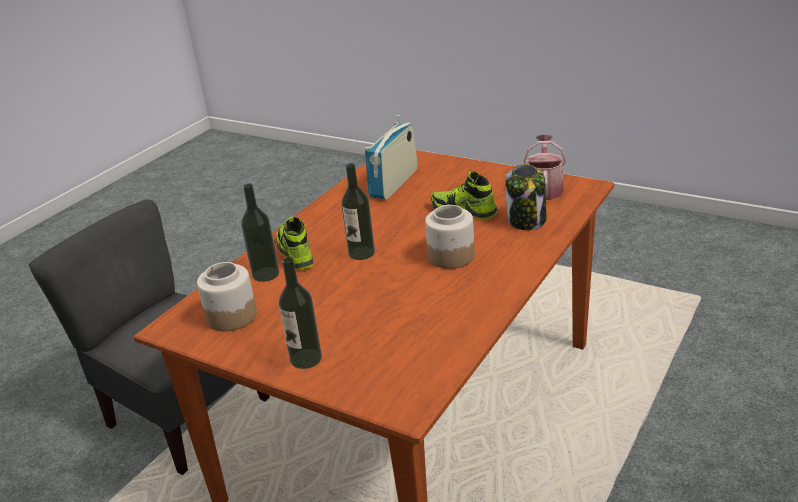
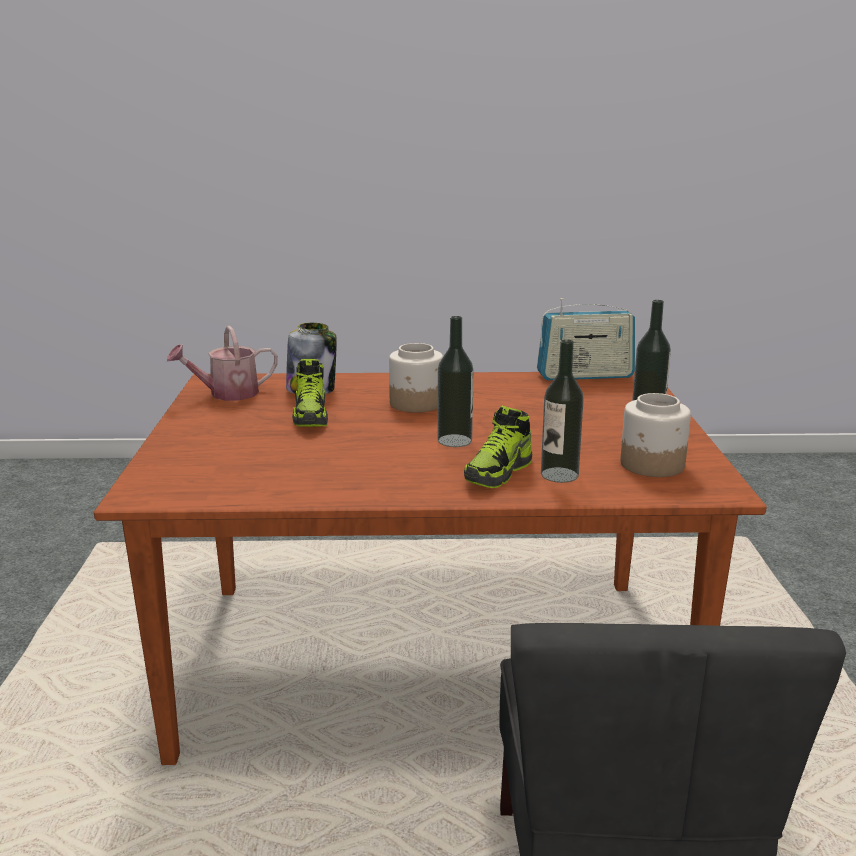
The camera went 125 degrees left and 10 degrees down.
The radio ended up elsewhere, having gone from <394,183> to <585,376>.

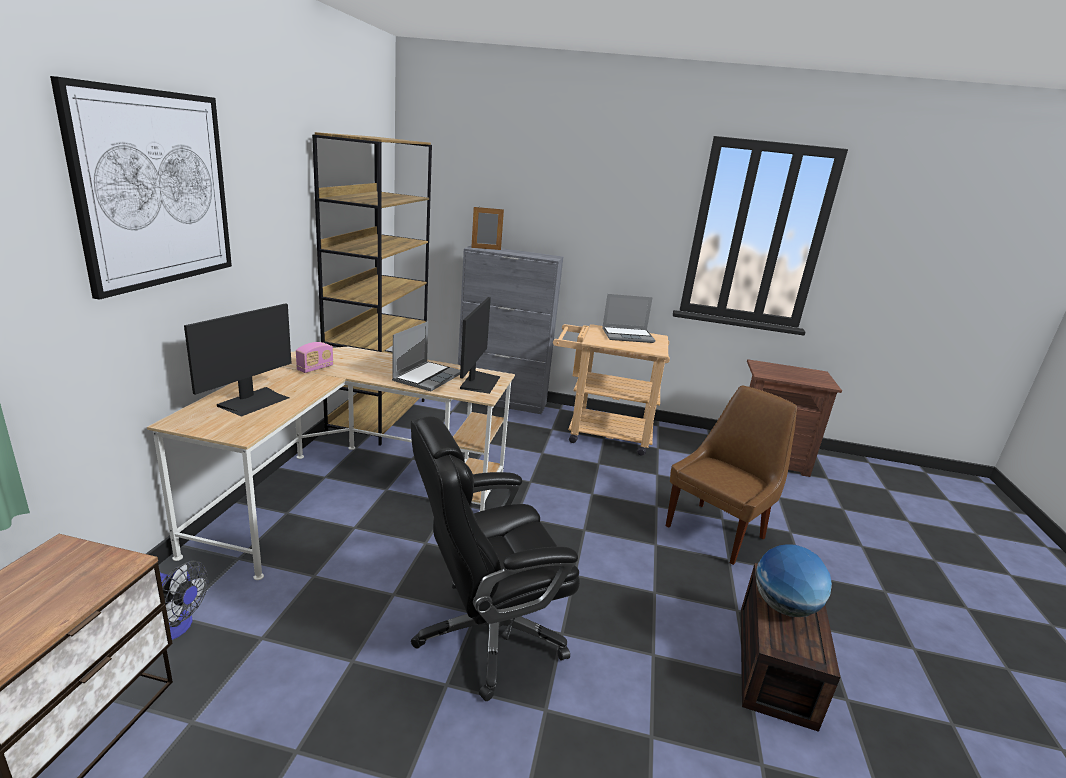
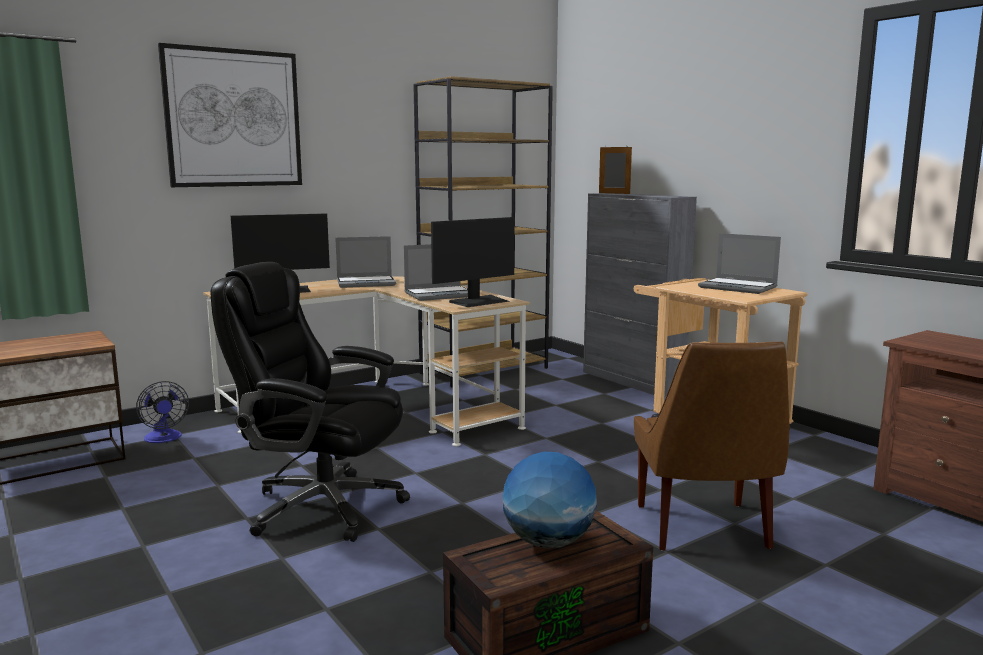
The camera went 45 degrees right and 10 degrees down.
Where the radio stood at <315,368>, the ordinateur portable came to stand at <367,283>.
The chaise (marron) at <717,531> ended up facing another way, 90 degrees clockwise from before.

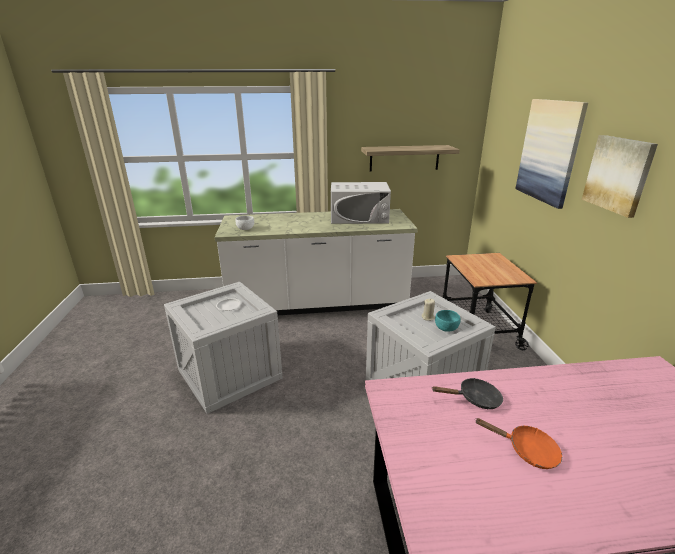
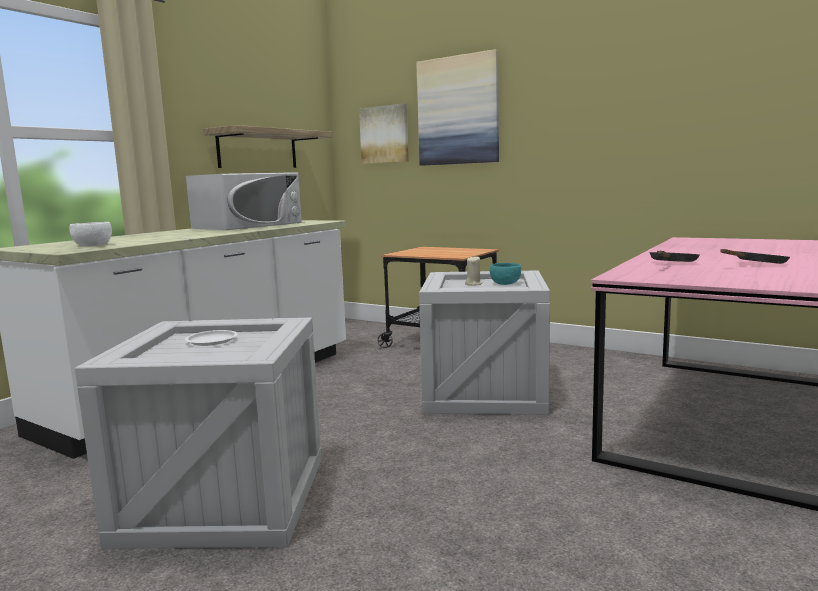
The camera went 50 degrees left and 15 degrees down.
The tableau ended up elsewhere, having gone from <618,174> to <385,134>.
What was the poêle (orange) at <527,450> turned into the poêle (noir) at <757,264>.

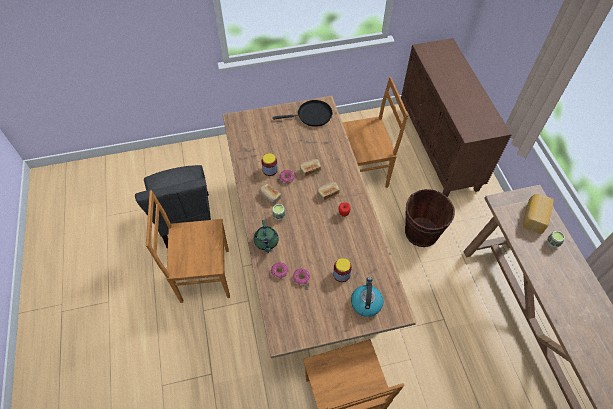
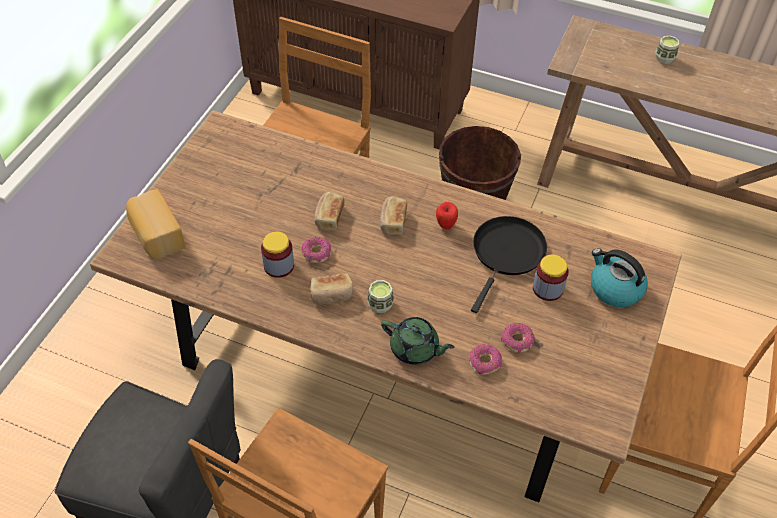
The camera went 55 degrees left and 5 degrees down.
The pain ended up elsewhere, having gone from <533,217> to <156,235>.
The poêle (noir) ended up elsewhere, having gone from <312,115> to <507,254>.

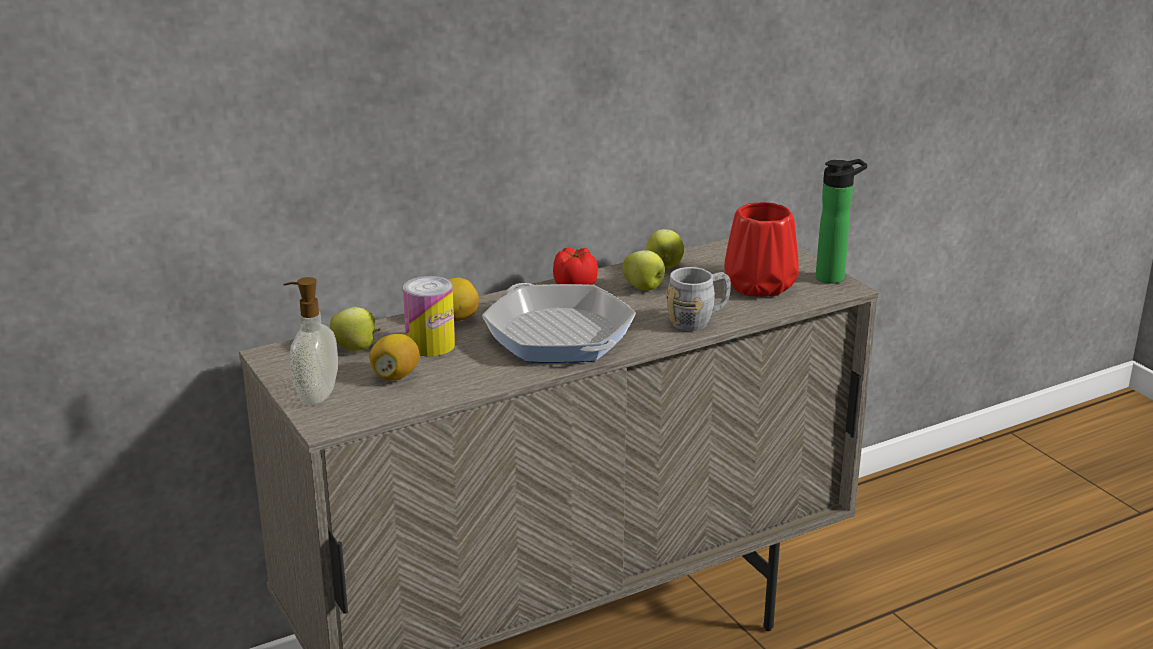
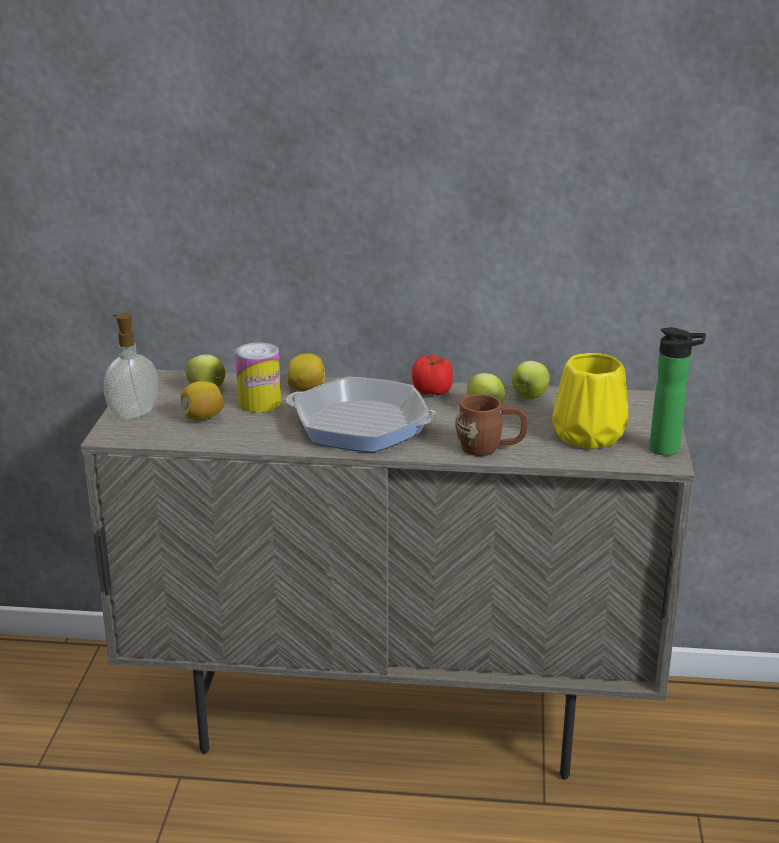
The camera went 35 degrees right and 0 degrees up.
The poêle at <559,335> ended up facing another way, 105 degrees clockwise from before.
What was the mug (gris) at <698,320> turned into the mug (marron) at <489,448>.
What was the vase (rouge) at <760,286> turned into the vase (jaune) at <588,437>.

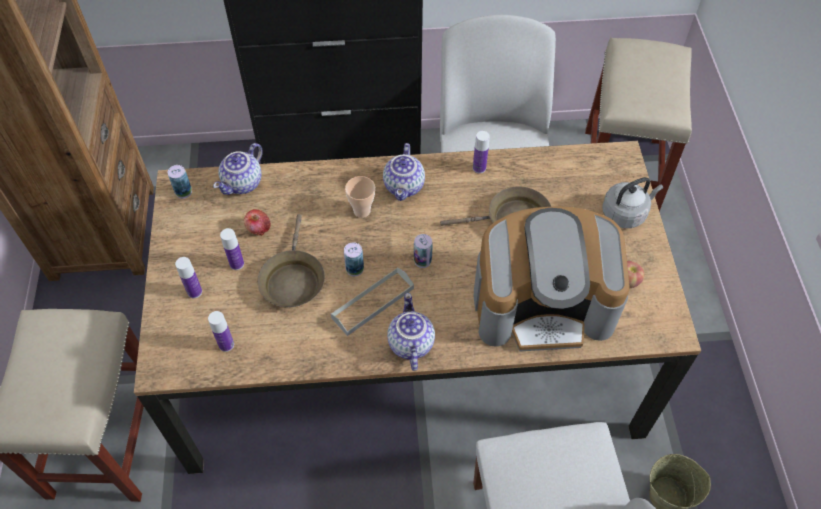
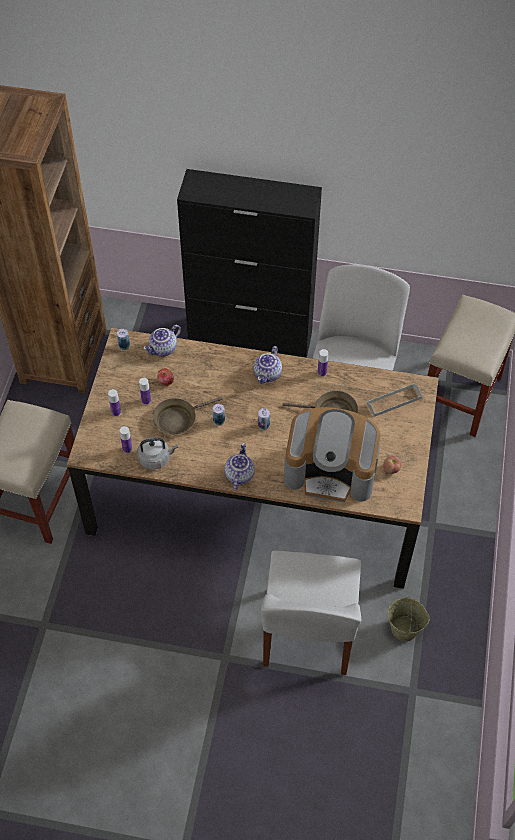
The camera went 15 degrees right and 0 degrees up.
The bouilloire (gris) ended up elsewhere, having gone from <625,213> to <156,458>.
The poêle (marron) at <292,279> ended up facing another way, 45 degrees clockwise from before.
The plateau (gris) ended up elsewhere, having gone from <373,303> to <394,401>.
The second view lost the tasse at <362,211>.

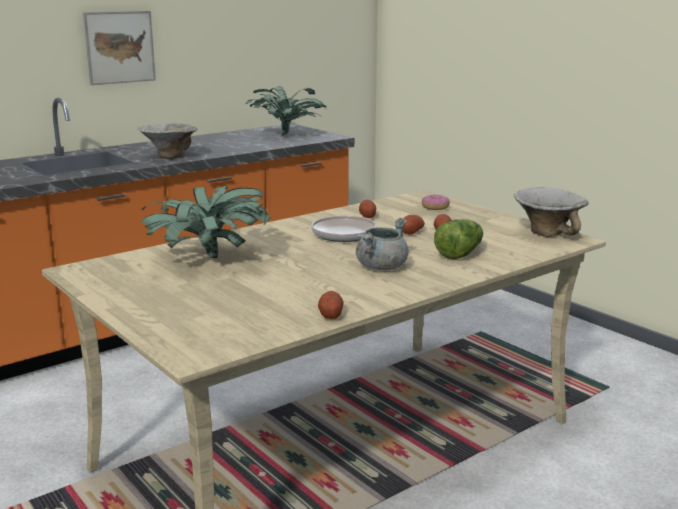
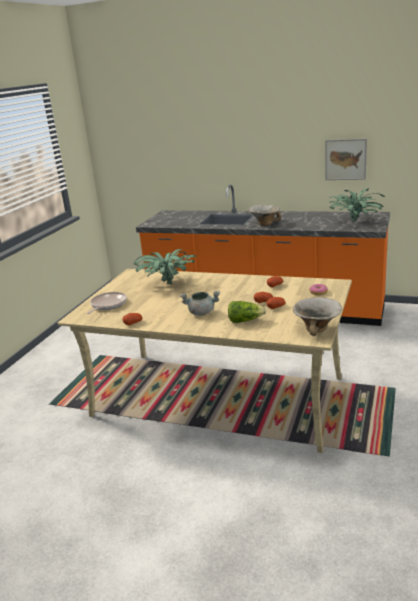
The camera went 60 degrees right and 5 degrees up.
The poêle ended up elsewhere, having gone from <346,235> to <107,305>.
The tableau ended up elsewhere, having gone from <120,47> to <345,159>.

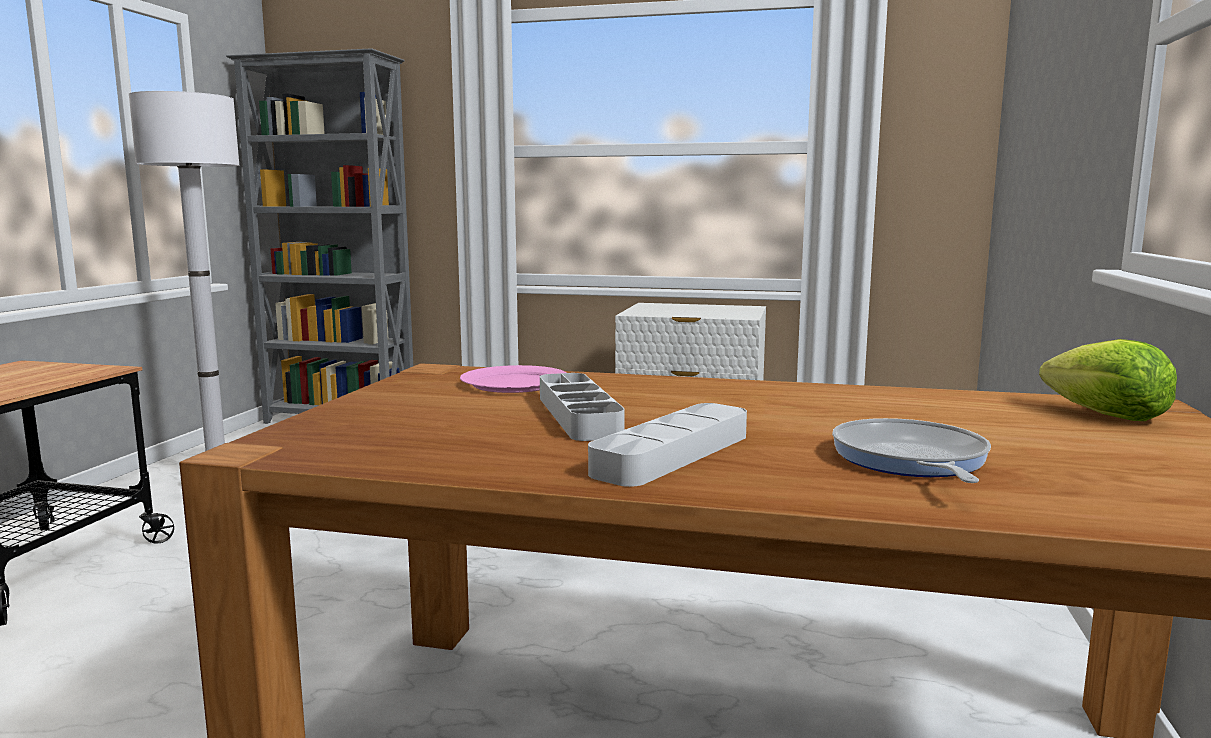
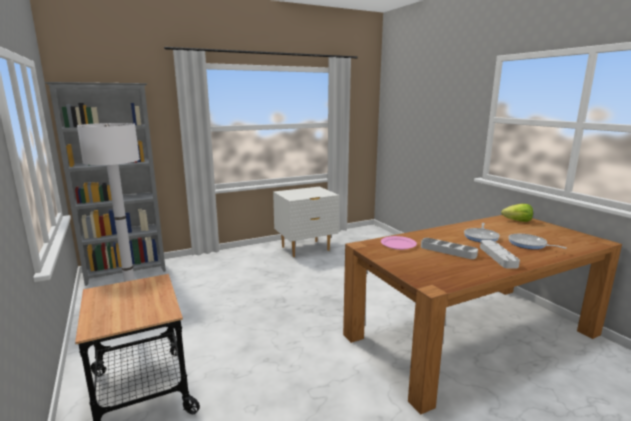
The camera went 40 degrees left and 5 degrees up.
The second view gained the poêle at <481,237>.

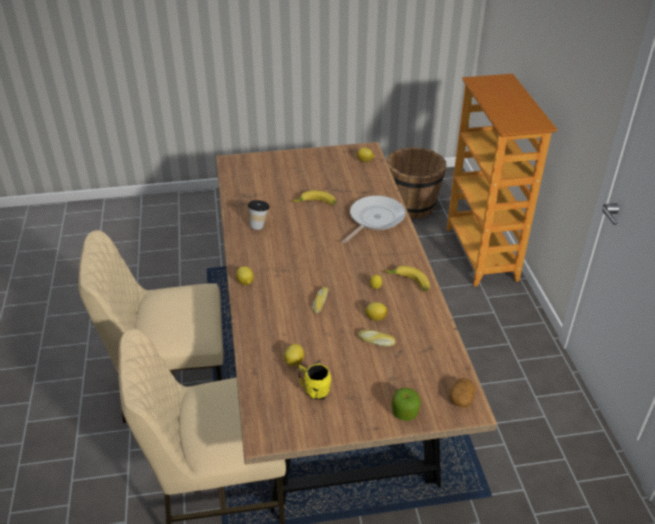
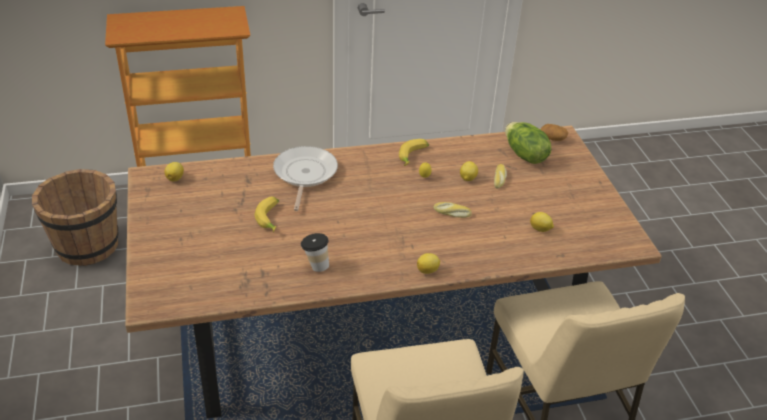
The camera went 95 degrees left and 0 degrees up.
The poêle at <374,219> ended up facing another way, 60 degrees clockwise from before.
The second view gained the laitue at <524,155>.
The second view lost the mug (jaune) at <314,390>.
The second view lost the pomme at <405,412>.

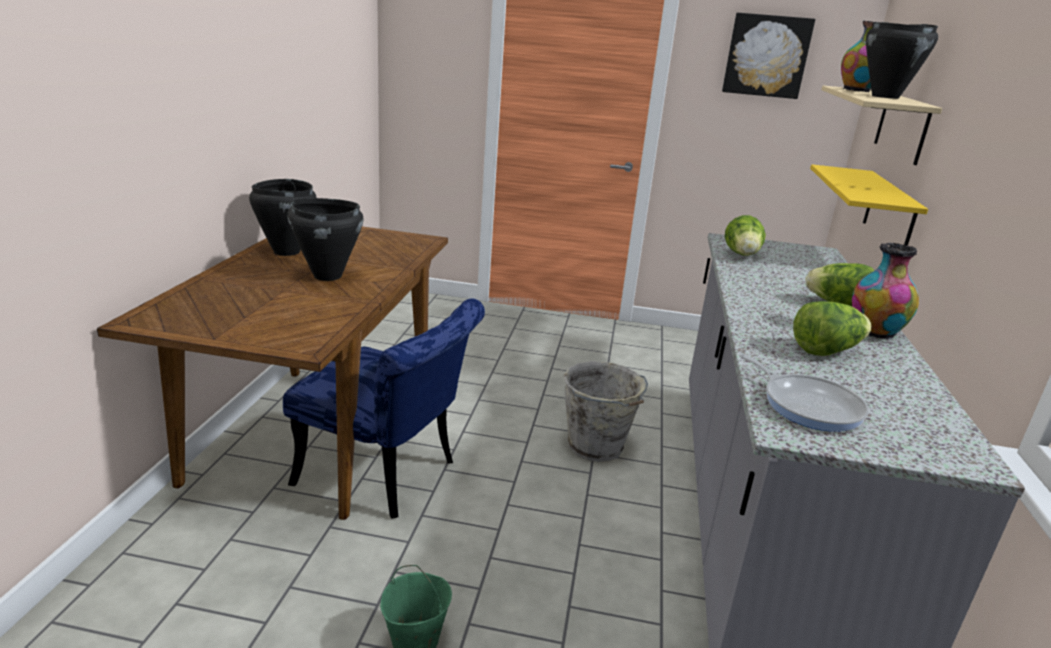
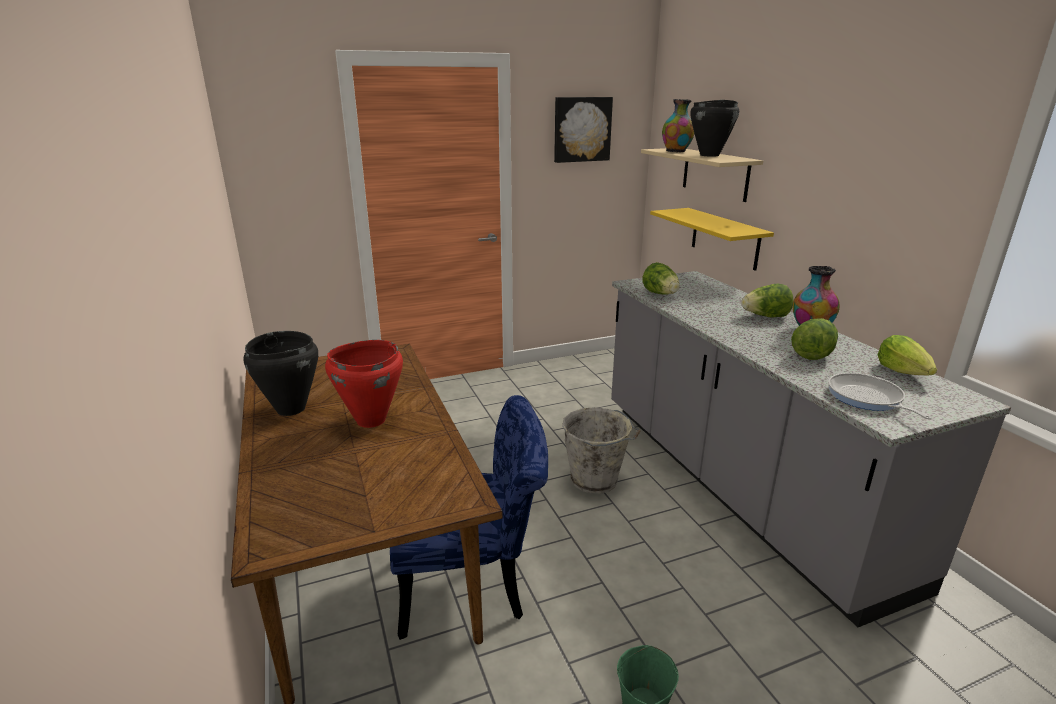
The camera went 30 degrees left and 0 degrees up.
What was the marmite (noir) at <327,276> turned into the marmite (rouge) at <370,420>.
The poêle at <807,405> ended up facing another way, 135 degrees counterclockwise from before.
The second view gained the laitue at <903,372>.

